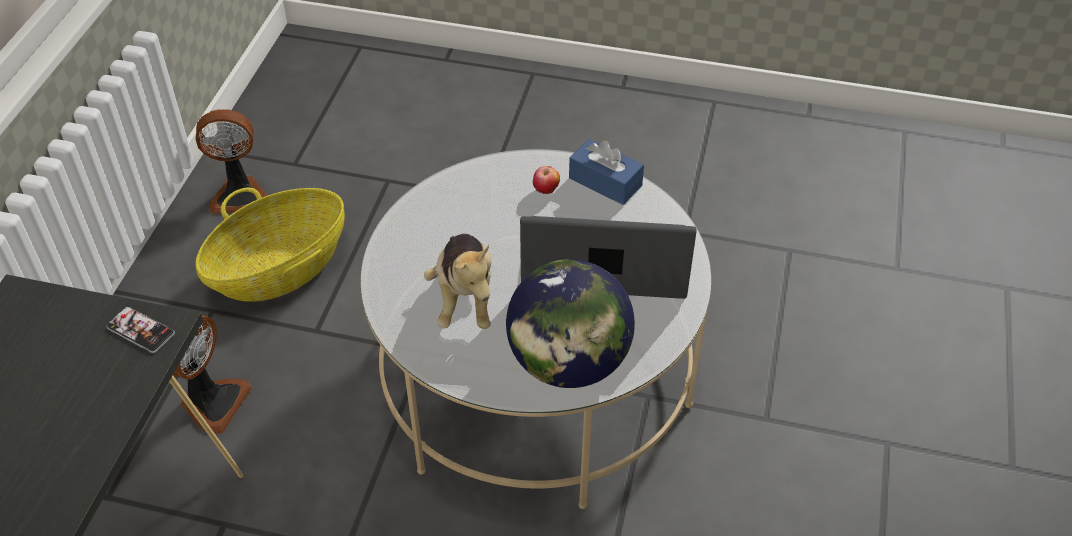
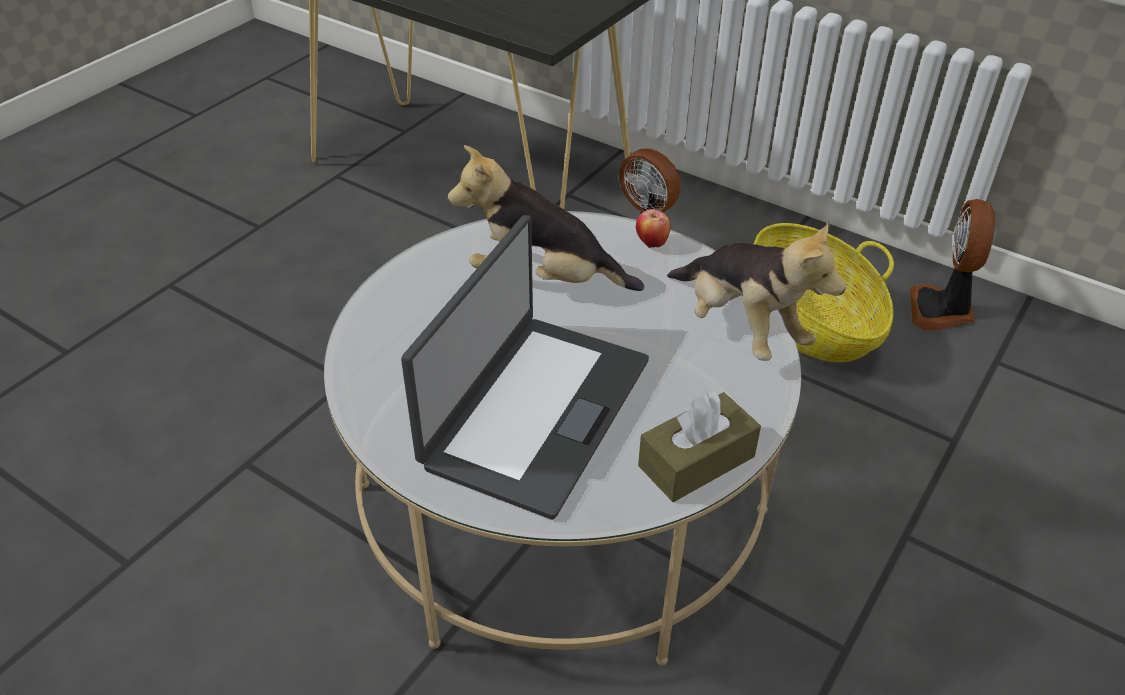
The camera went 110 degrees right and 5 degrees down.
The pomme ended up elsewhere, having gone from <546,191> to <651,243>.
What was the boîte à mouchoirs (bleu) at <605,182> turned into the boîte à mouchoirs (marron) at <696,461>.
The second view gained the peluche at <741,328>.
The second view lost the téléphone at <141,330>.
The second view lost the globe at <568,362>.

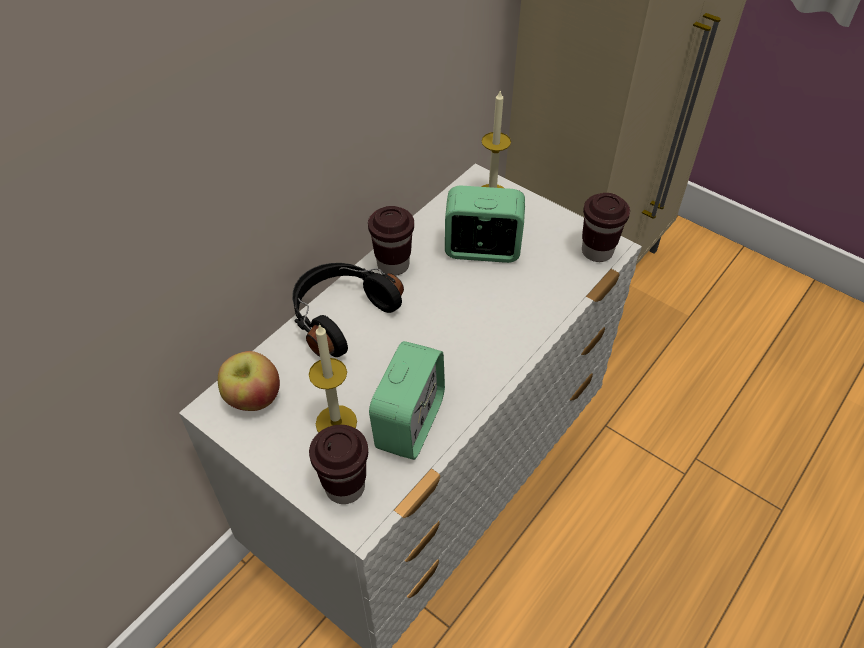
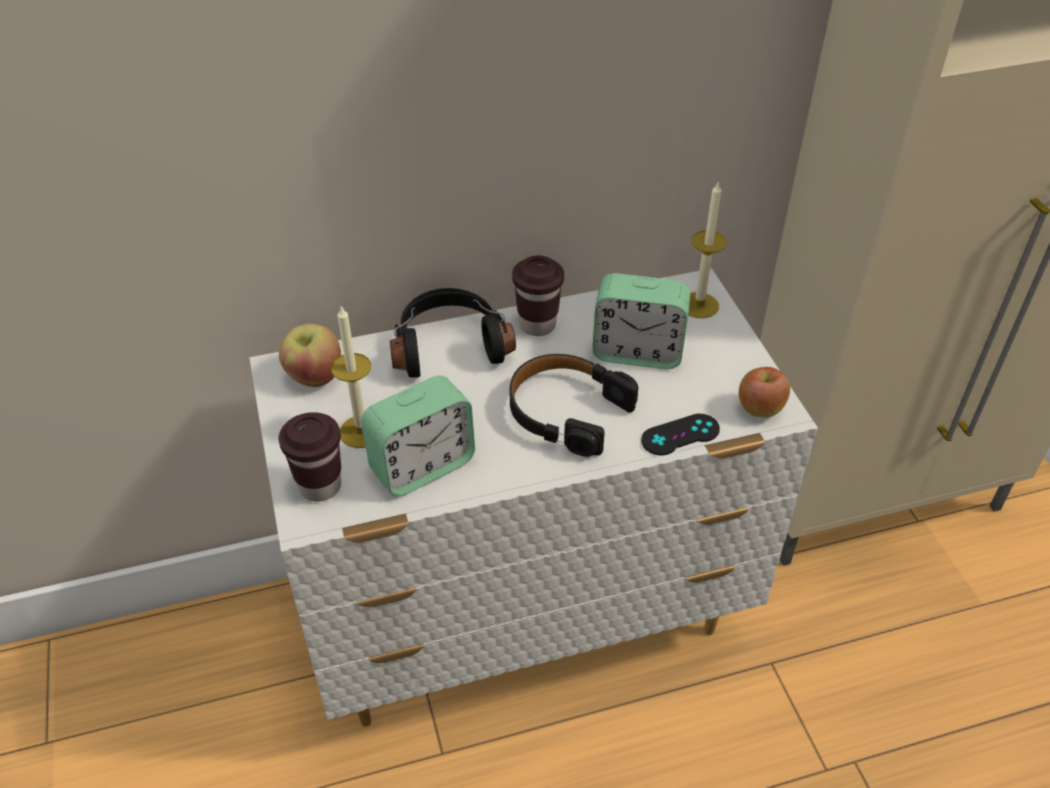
The camera went 35 degrees right and 5 degrees down.
The second view gained the casque audio (noir) at <567,411>.
The réveil at <482,250> ended up facing another way, 150 degrees clockwise from before.
The second view gained the manette (noir) at <680,435>.
Where the tasse (marron) stood at <597,251>, the pomme came to stand at <760,409>.

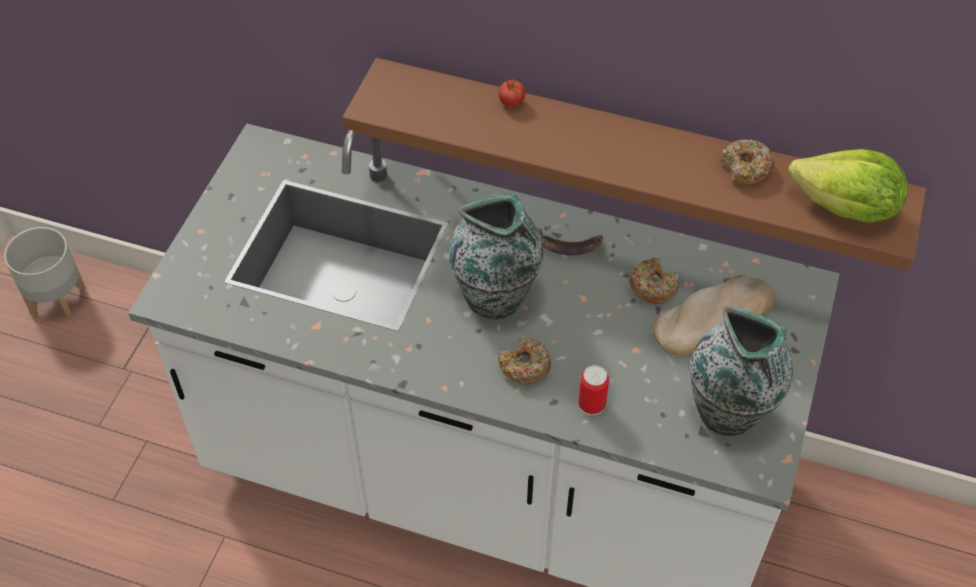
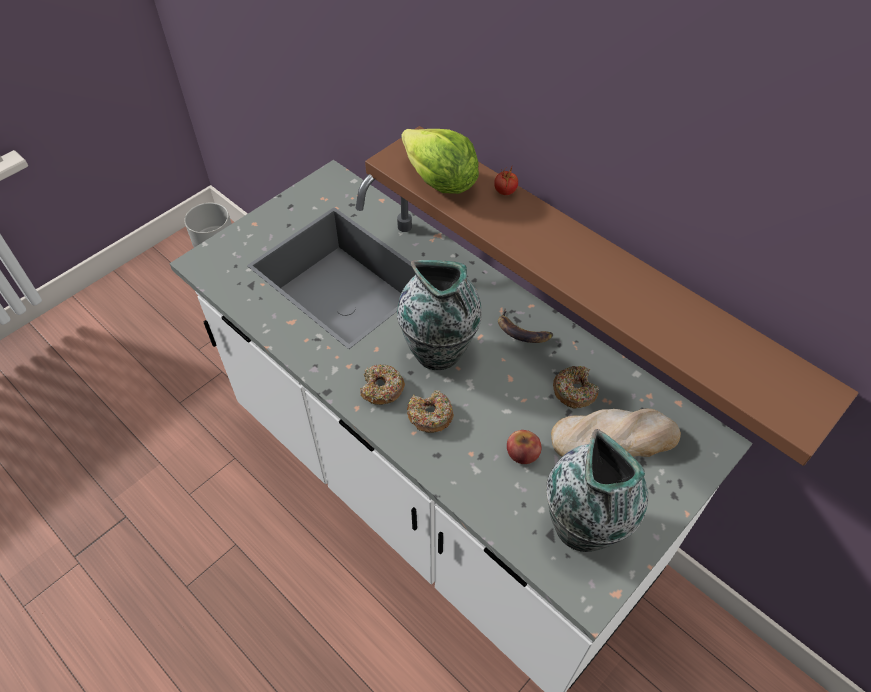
The camera went 25 degrees right and 0 degrees up.
The beignet ended up elsewhere, having gone from <745,168> to <382,389>.
The laitue ended up elsewhere, having gone from <846,209> to <440,182>.
The second view gained the pomme at <522,453>.
The second view lost the boîte métallique at <591,404>.

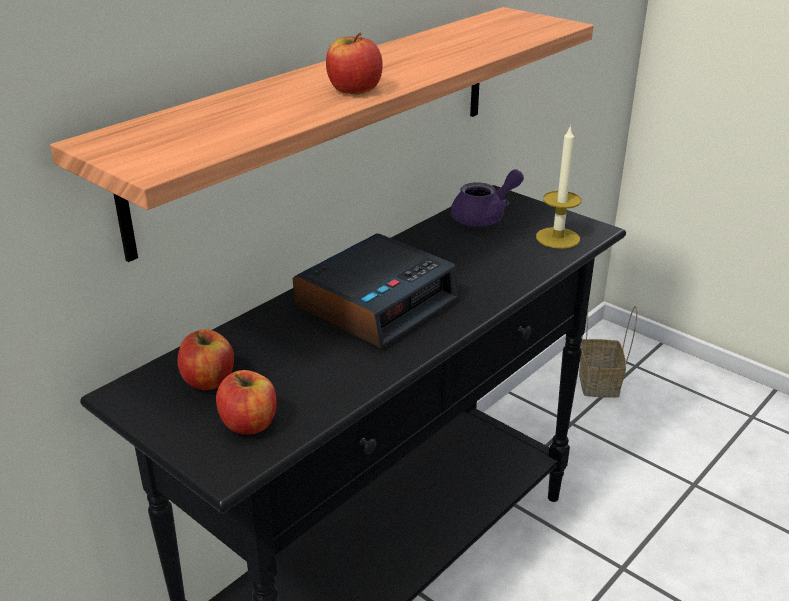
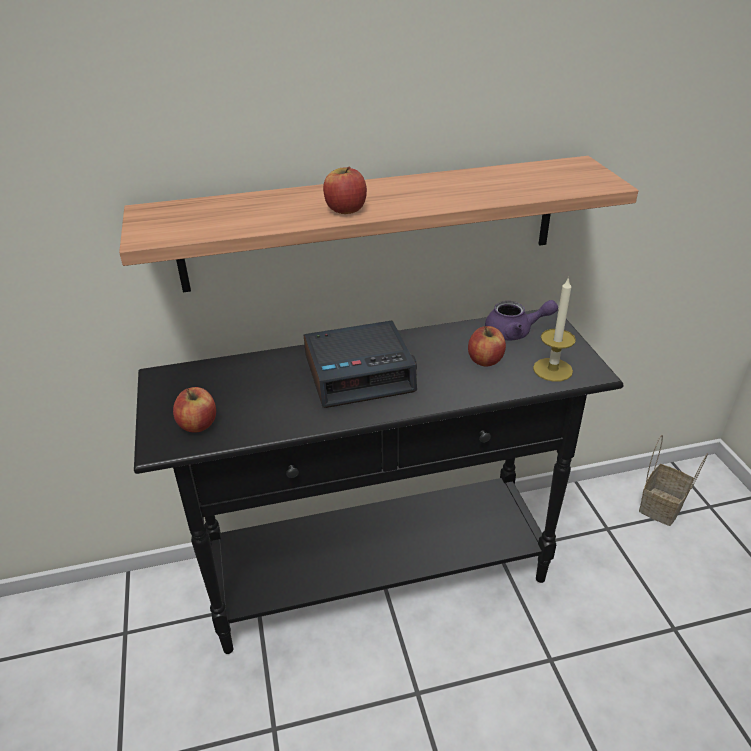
The camera went 35 degrees right and 5 degrees up.
The pomme ended up elsewhere, having gone from <208,380> to <485,360>.

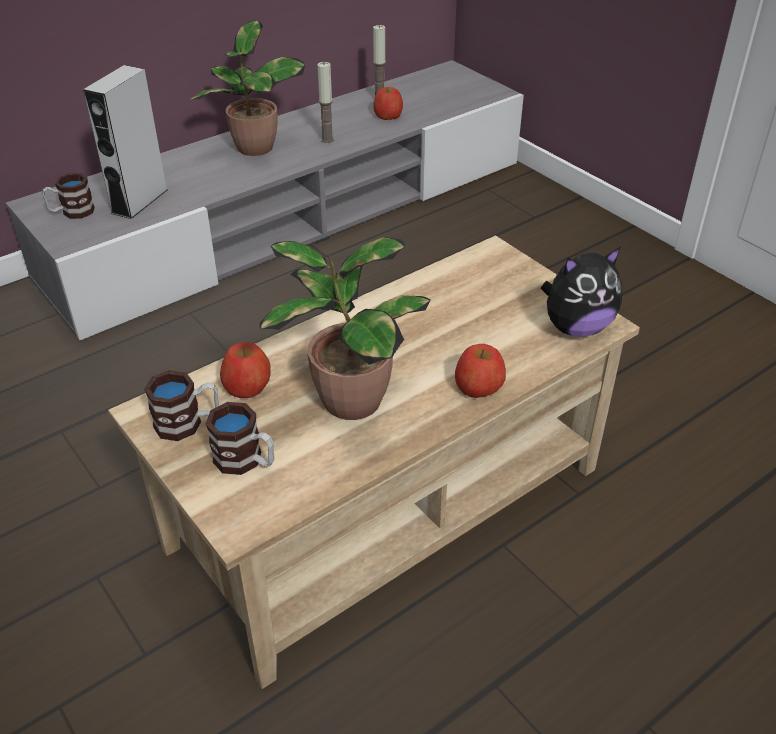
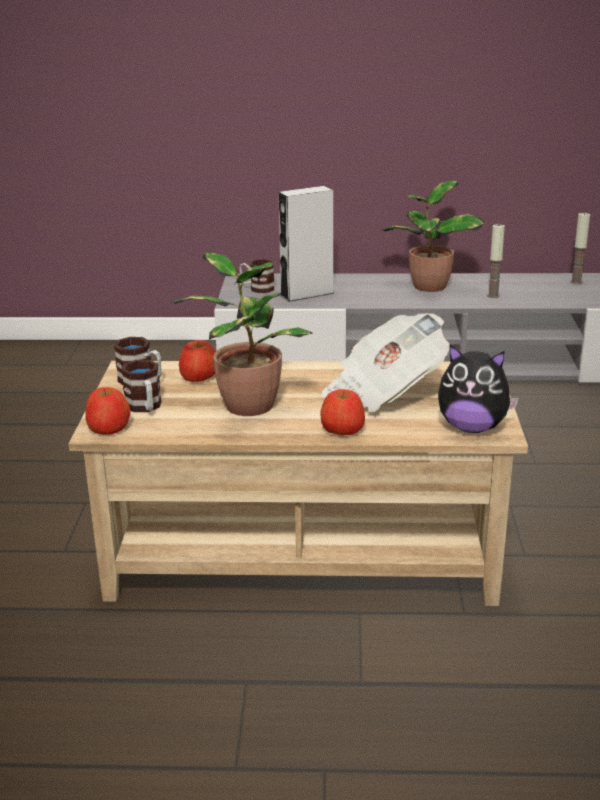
The camera went 40 degrees right and 15 degrees down.
The pomme ended up elsewhere, having gone from <388,115> to <109,428>.
The second view gained the journal at <383,392>.

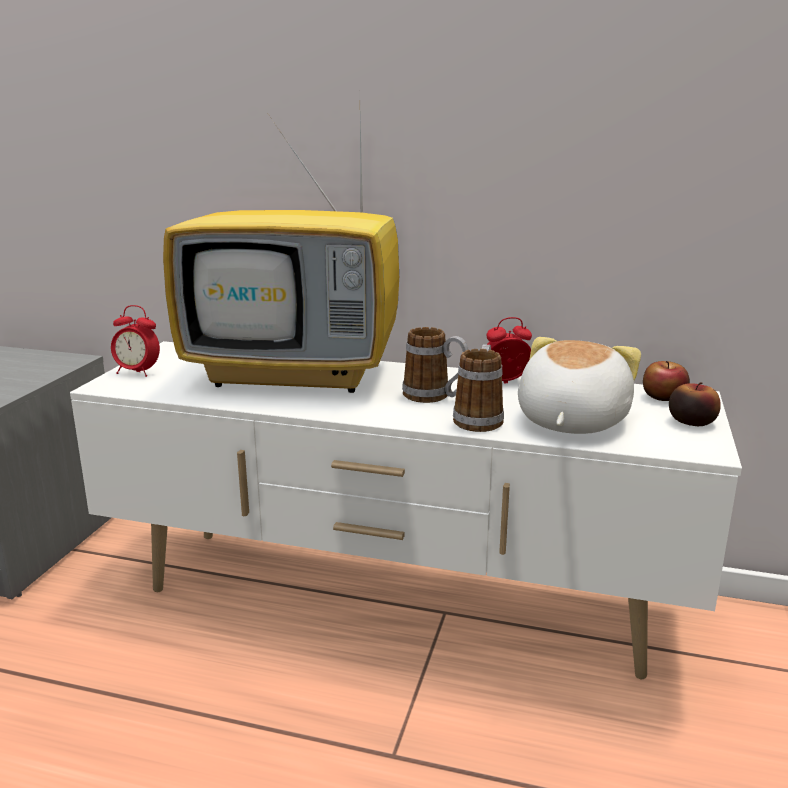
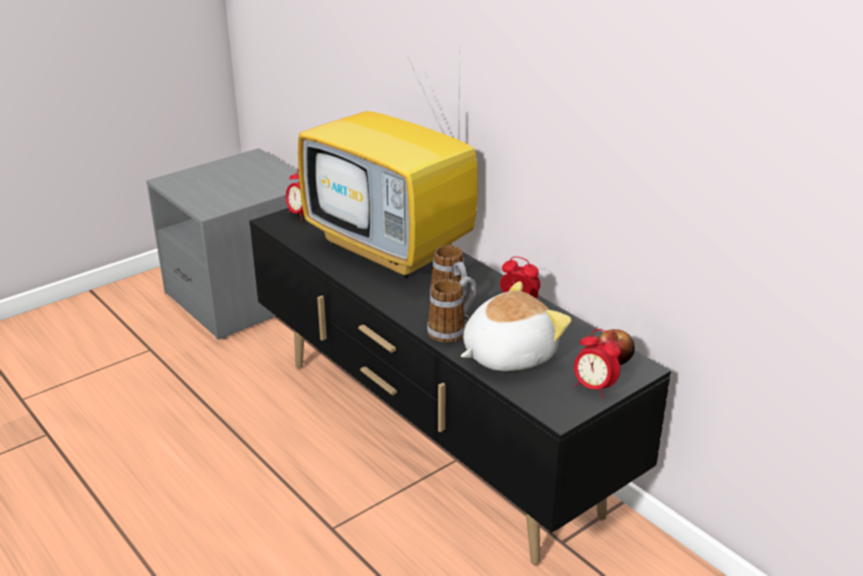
The camera went 35 degrees right and 10 degrees up.
What was the meuble télé (blanc) at <396,601> turned into the meuble télé (noir) at <433,437>.
Where the pomme stood at <691,421>, the réveil came to stand at <593,388>.

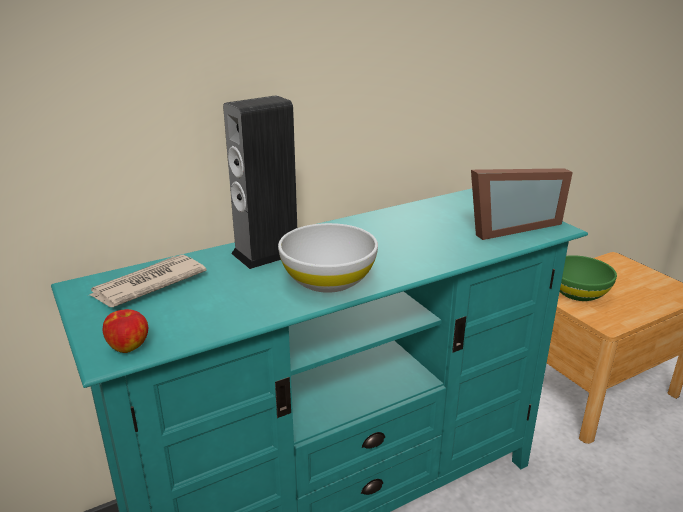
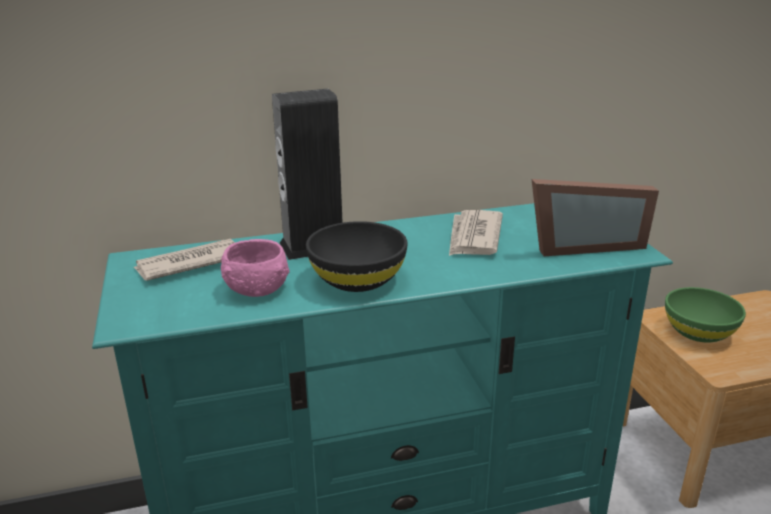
The camera went 15 degrees right and 0 degrees up.
The second view gained the bol (rose) at <256,288>.
What was the bol (blanc) at <328,280> turned into the bol (noir) at <357,279>.
The second view gained the journal at <474,237>.
The second view lost the pomme at <129,346>.

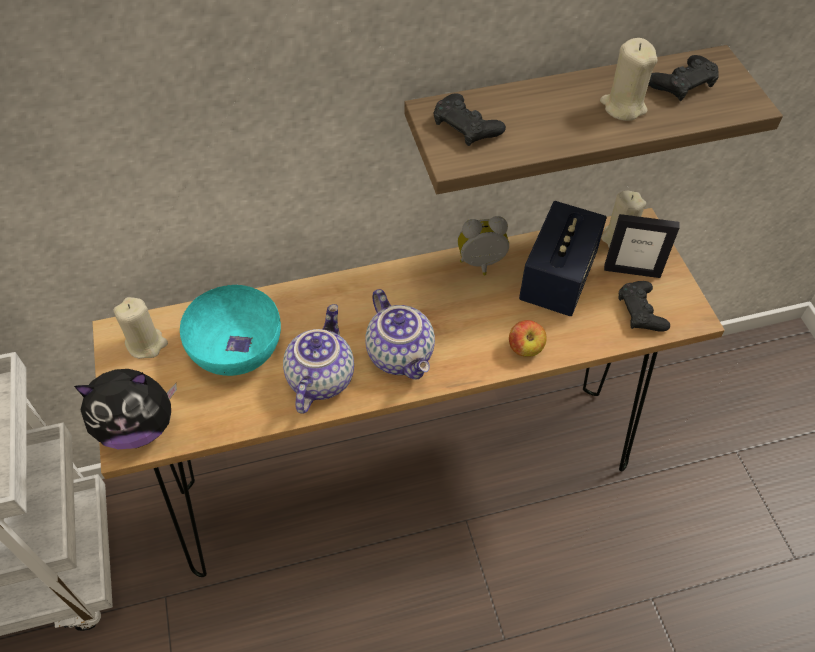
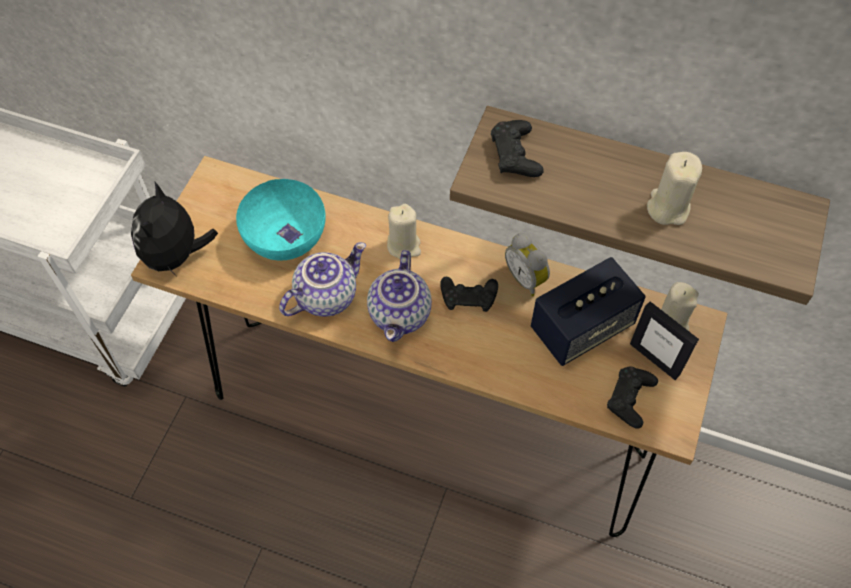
The camera went 35 degrees right and 5 degrees up.
The peluche at <138,427> ended up facing another way, 75 degrees clockwise from before.
The bougie (beige) ended up elsewhere, having gone from <146,344> to <404,245>.
The manette (noir) ended up elsewhere, having gone from <682,84> to <468,297>.
The réveil at <481,265> ended up facing another way, 150 degrees counterclockwise from before.
The second view lost the pomme at <525,348>.

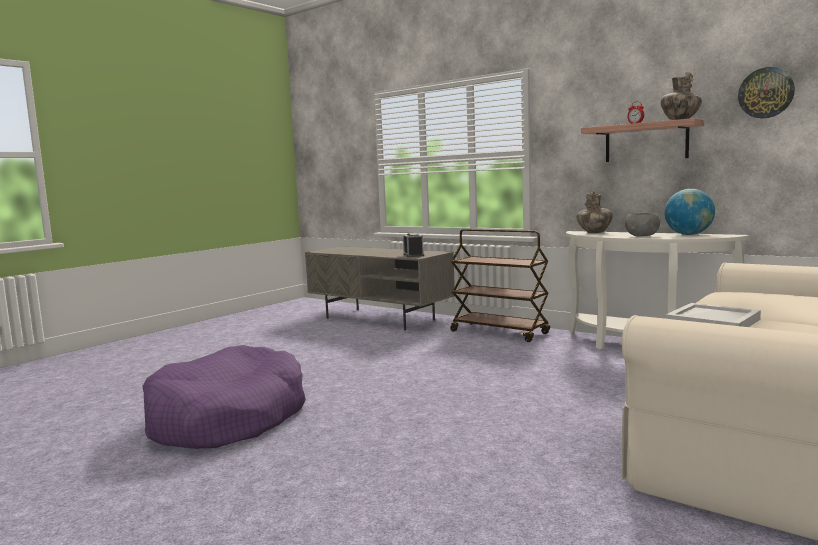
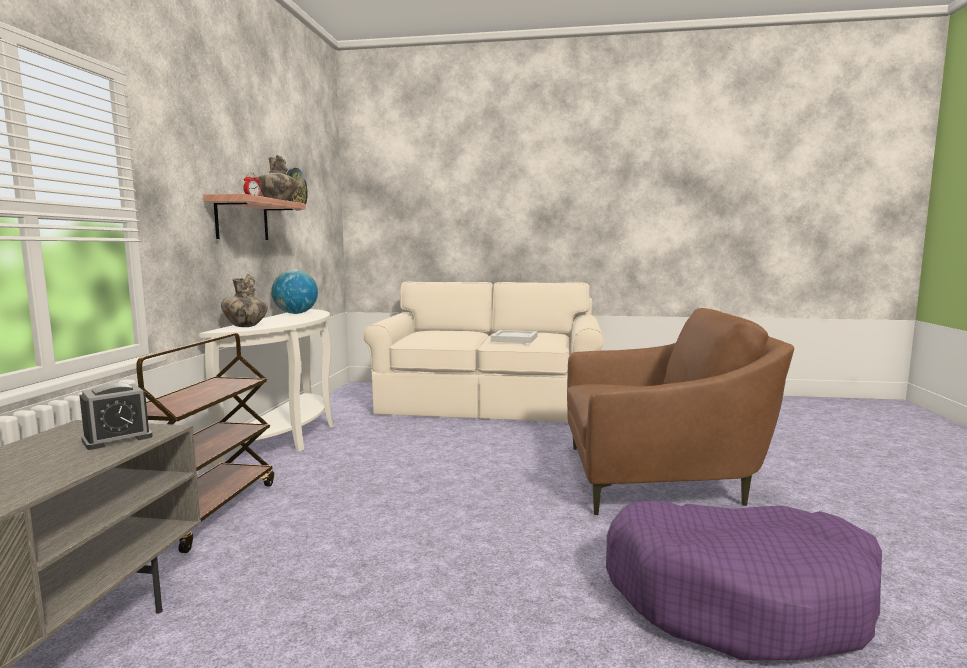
The camera went 120 degrees left and 0 degrees up.
The second view gained the fauteuil (marron) at <659,478>.
The second view lost the bol (gris) at <642,236>.

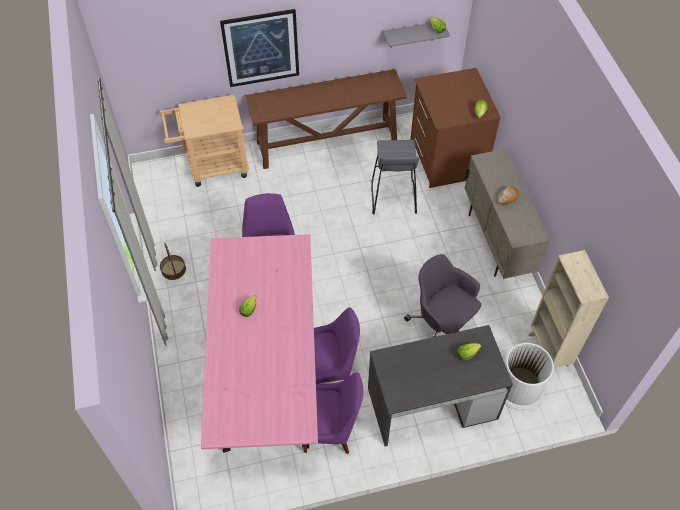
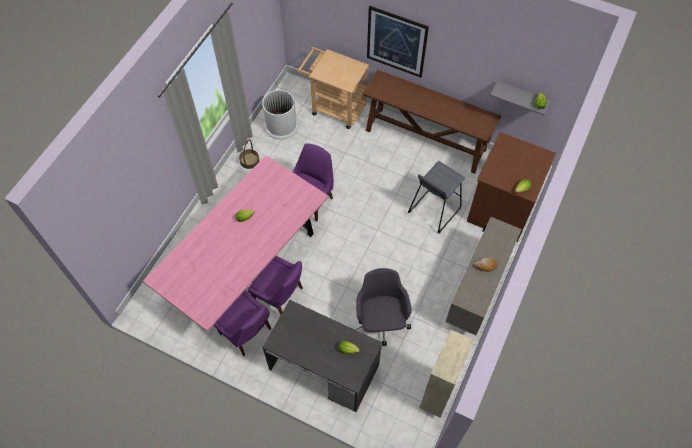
The camera went 40 degrees right and 5 degrees up.
The poubelle (blanc) ended up elsewhere, having gone from <519,387> to <281,125>.

